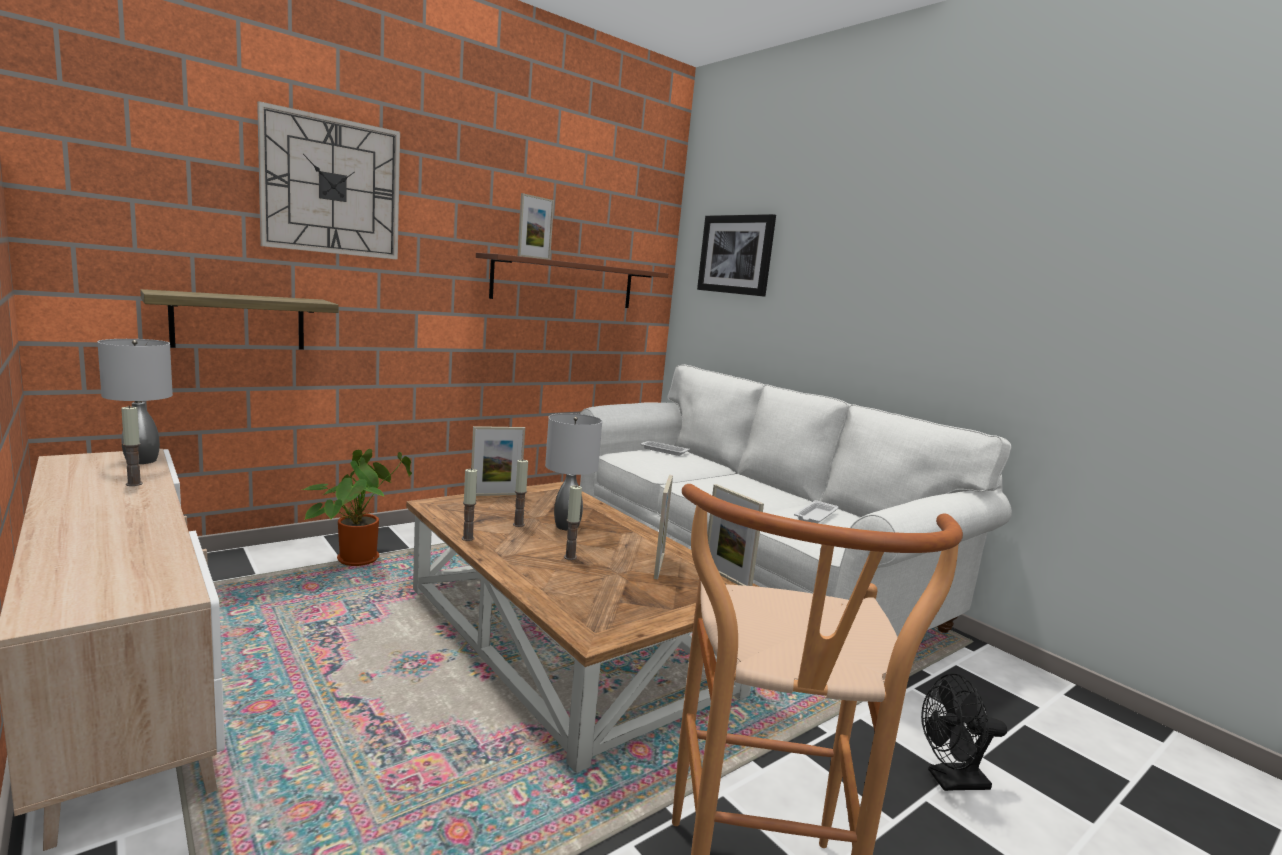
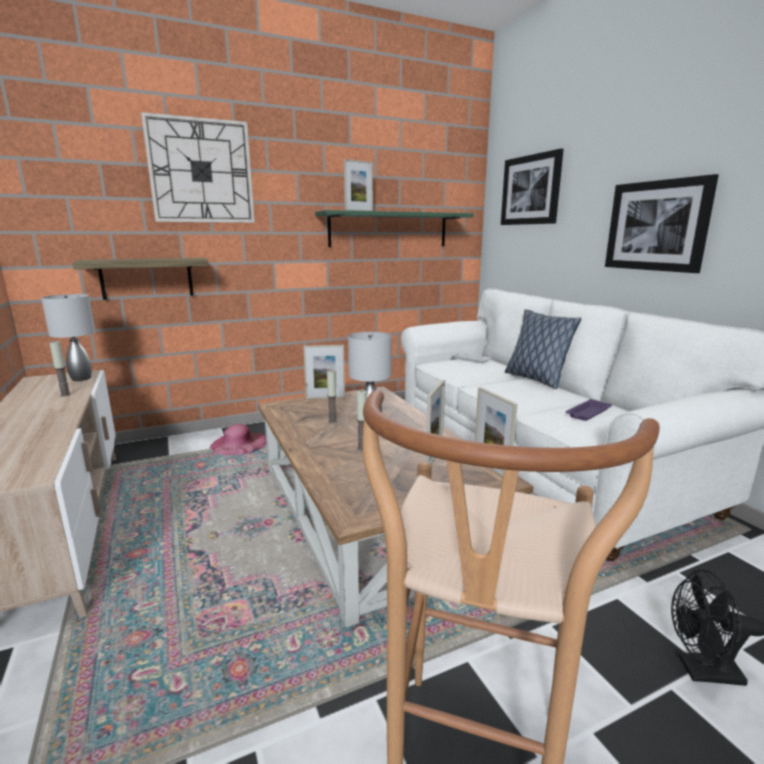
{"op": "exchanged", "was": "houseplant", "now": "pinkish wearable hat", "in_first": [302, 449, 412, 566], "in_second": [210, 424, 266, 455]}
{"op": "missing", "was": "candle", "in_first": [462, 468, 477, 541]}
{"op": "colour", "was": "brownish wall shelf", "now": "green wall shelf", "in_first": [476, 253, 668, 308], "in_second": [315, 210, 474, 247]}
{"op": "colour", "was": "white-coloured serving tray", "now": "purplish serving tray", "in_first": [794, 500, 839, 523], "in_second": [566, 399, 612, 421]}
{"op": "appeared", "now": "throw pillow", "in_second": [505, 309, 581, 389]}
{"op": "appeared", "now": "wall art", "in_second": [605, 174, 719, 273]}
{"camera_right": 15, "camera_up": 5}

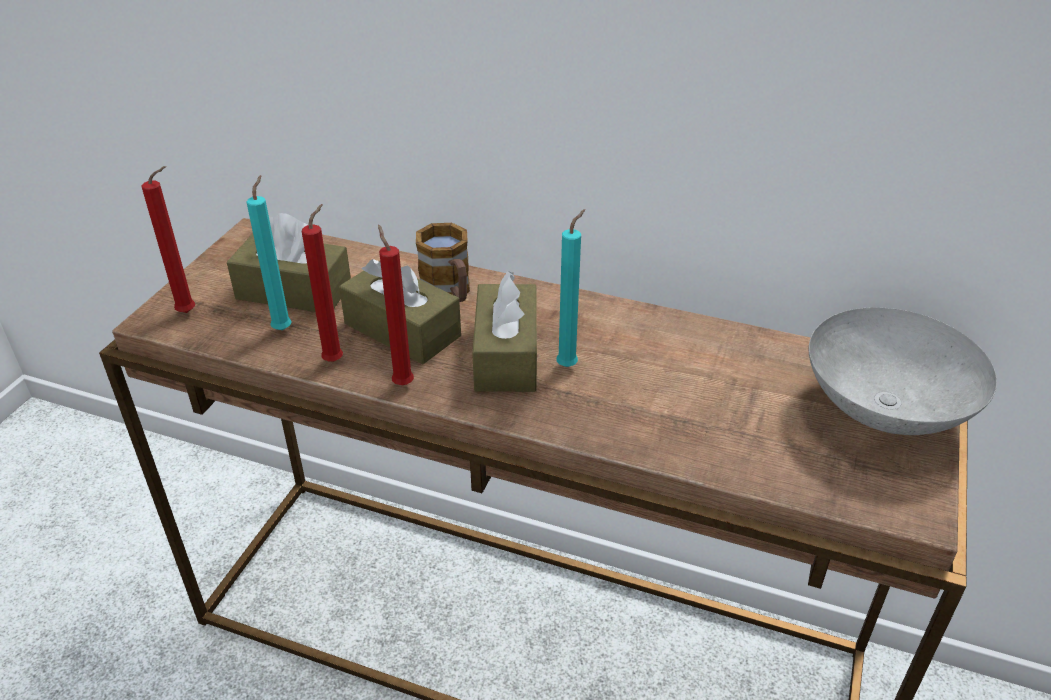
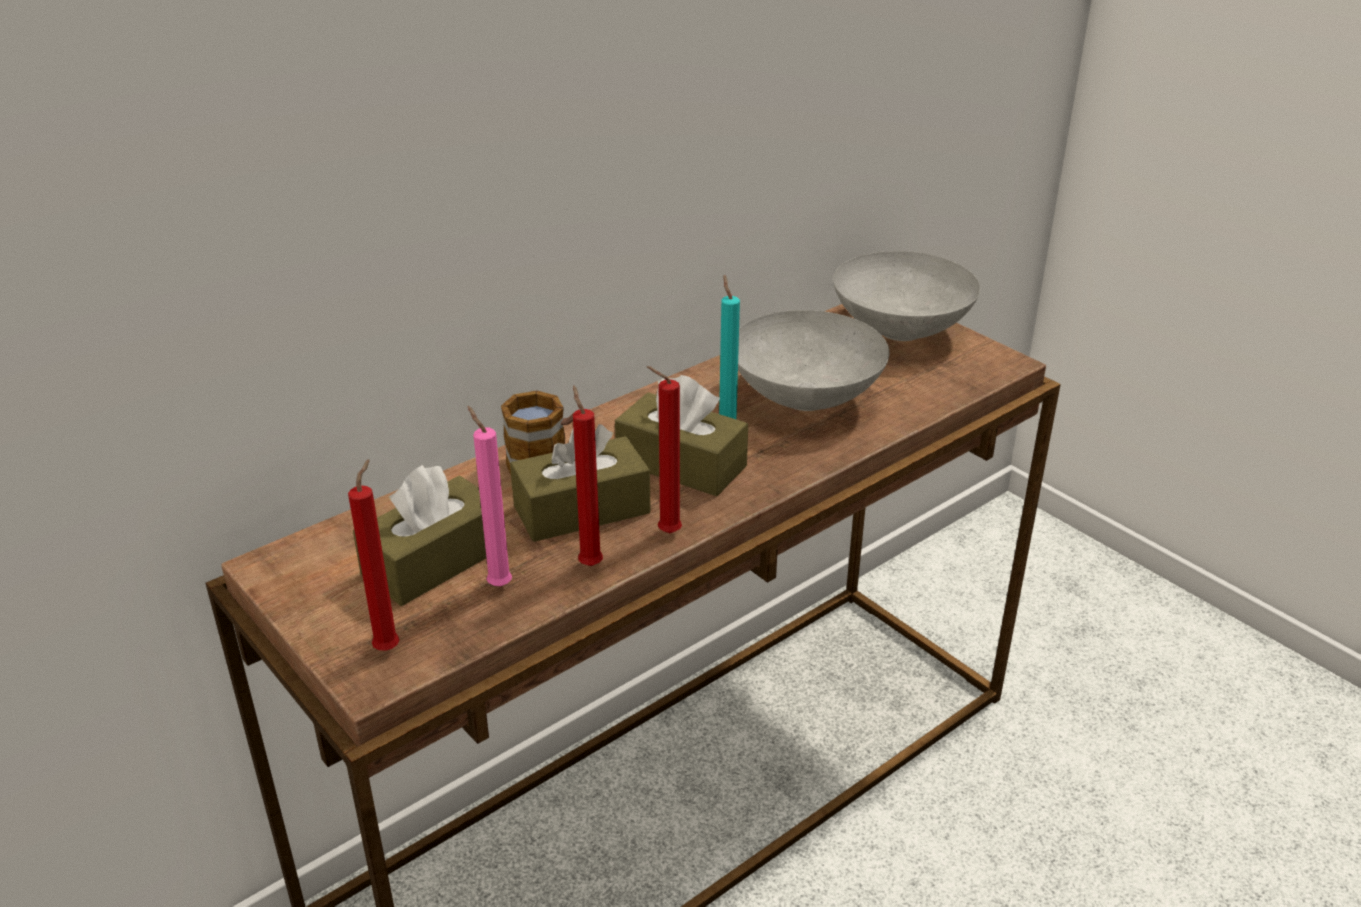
{"op": "colour", "was": "turquoise candle", "now": "pinkish candle", "in_first": [246, 175, 291, 330], "in_second": [468, 406, 512, 586]}
{"op": "appeared", "now": "grey deep dish", "in_second": [738, 310, 890, 411]}
{"camera_right": -60, "camera_up": -5}

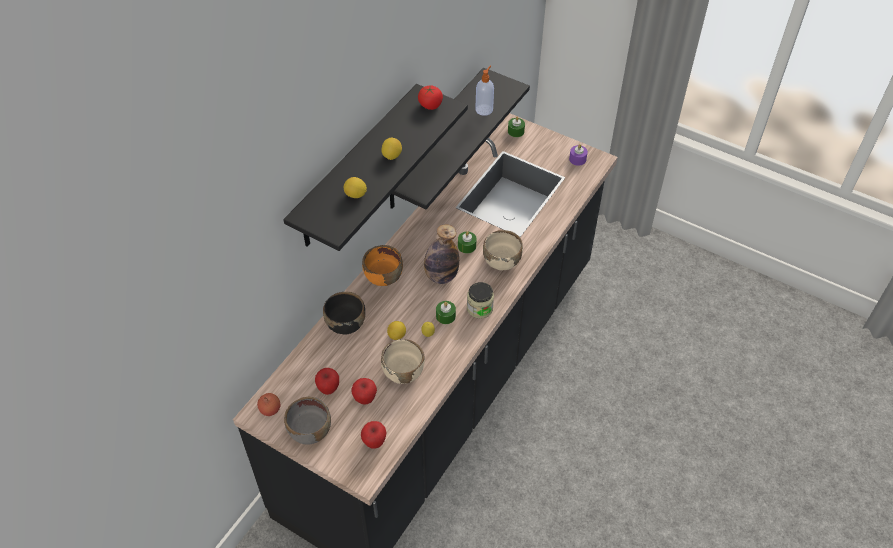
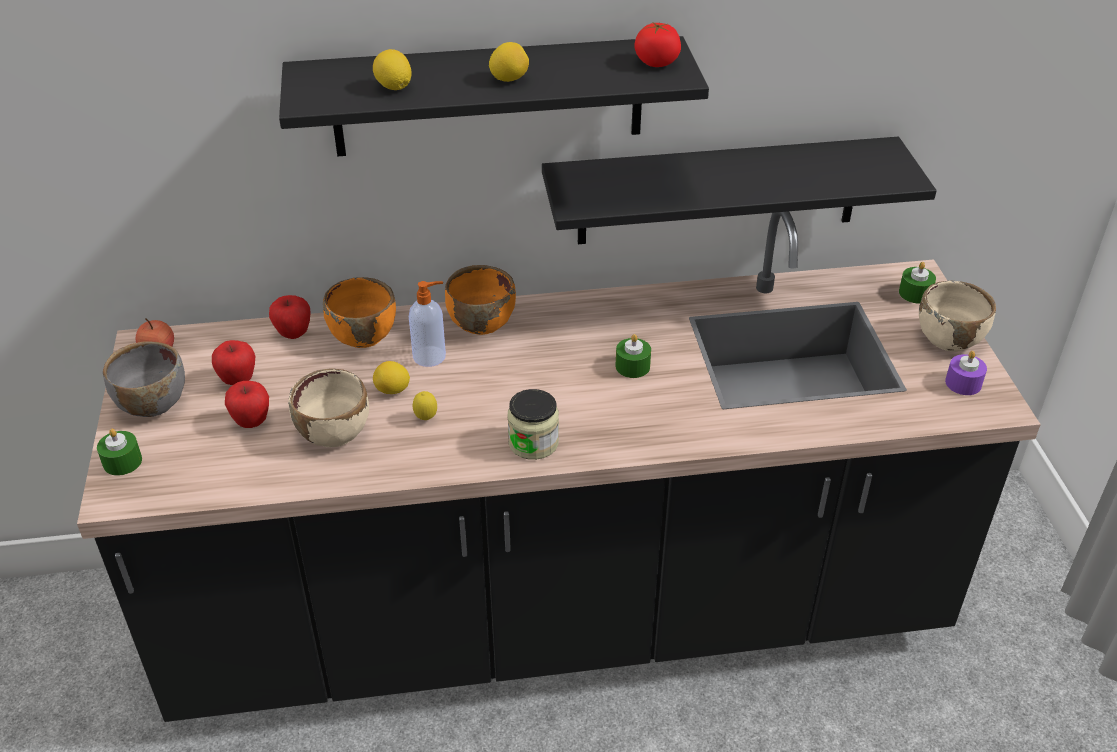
{"op": "colour", "was": "blackish deep dish", "now": "orange deep dish", "in_first": [323, 292, 365, 335], "in_second": [323, 277, 396, 348]}
{"op": "relocated", "was": "whole apple", "in_first": [361, 421, 387, 449], "in_second": [269, 295, 311, 339]}
{"op": "missing", "was": "drink bottle", "in_first": [424, 224, 459, 284]}
{"op": "relocated", "was": "green candle", "in_first": [436, 301, 456, 324], "in_second": [97, 429, 142, 476]}
{"op": "relocated", "was": "liquid soap bottle", "in_first": [475, 66, 494, 116], "in_second": [409, 281, 446, 367]}
{"op": "relocated", "was": "beige deep dish", "in_first": [483, 230, 523, 271], "in_second": [919, 281, 996, 352]}
{"camera_right": 50, "camera_up": -10}

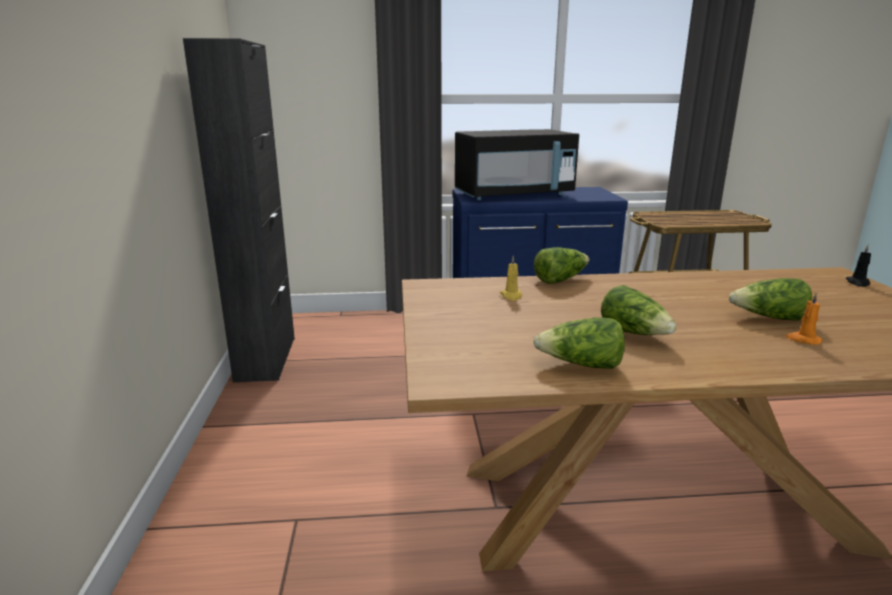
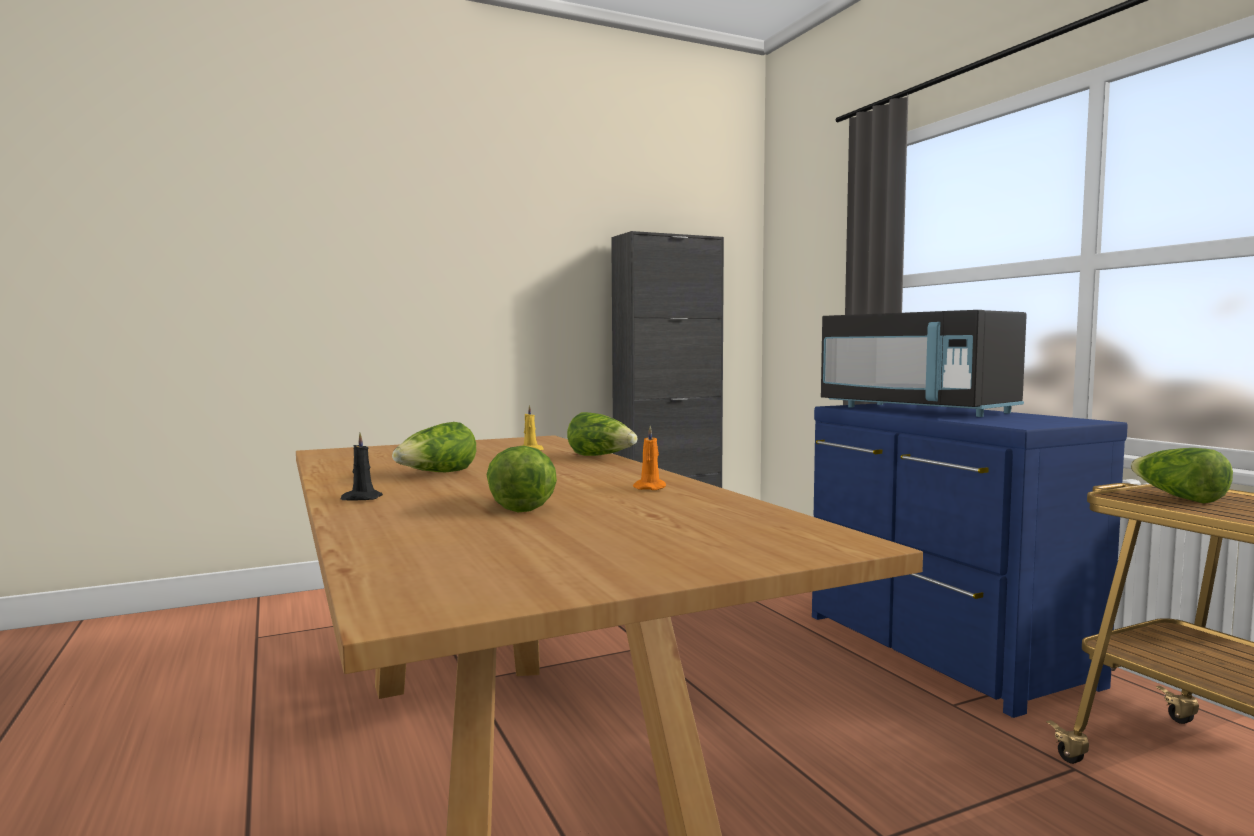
{"op": "relocated", "was": "lettuce", "in_first": [533, 317, 625, 369], "in_second": [1130, 448, 1233, 503]}
{"op": "relocated", "was": "orange candle", "in_first": [786, 293, 822, 345], "in_second": [633, 426, 666, 490]}
{"op": "relocated", "was": "blackish candle", "in_first": [846, 245, 871, 287], "in_second": [341, 433, 383, 501]}
{"camera_right": 70, "camera_up": -15}

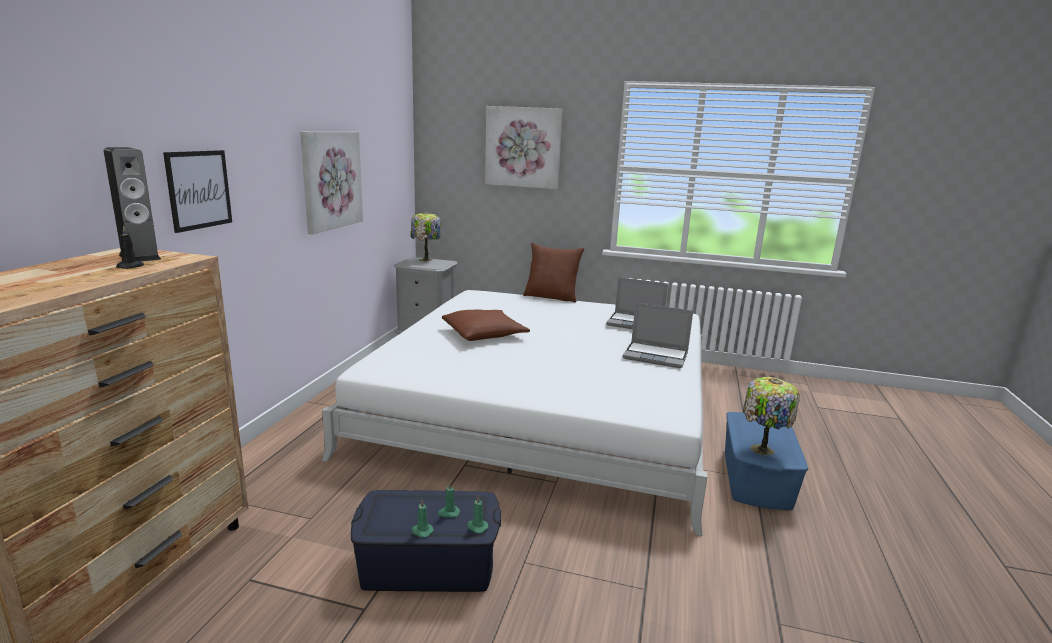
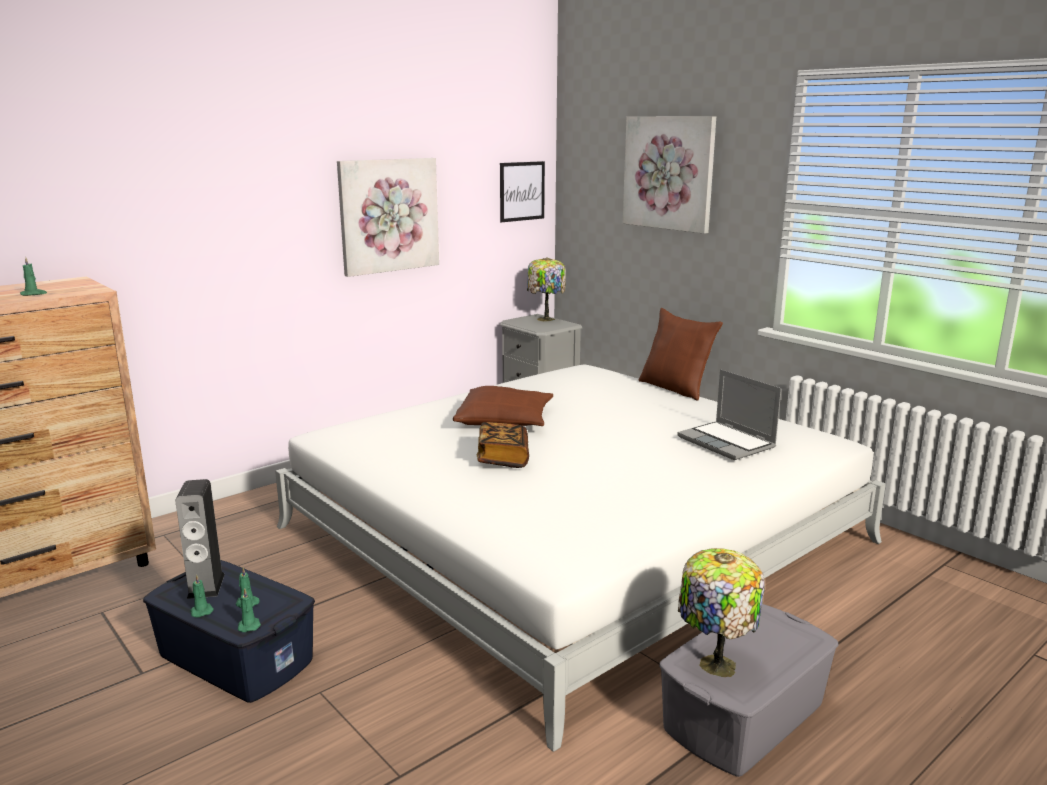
{"op": "relocated", "was": "audio speaker", "in_first": [104, 147, 161, 262], "in_second": [175, 479, 225, 599]}
{"op": "colour", "was": "blackish candle", "now": "green candle", "in_first": [116, 225, 144, 269], "in_second": [20, 257, 47, 296]}
{"op": "relocated", "was": "wall art", "in_first": [163, 150, 232, 233], "in_second": [500, 161, 545, 222]}
{"op": "missing", "was": "notebook computer", "in_first": [623, 303, 693, 368]}
{"op": "colour", "was": "blue storage box", "now": "grey storage box", "in_first": [725, 412, 808, 510], "in_second": [659, 604, 838, 777]}
{"op": "appeared", "now": "bound book", "in_second": [477, 422, 529, 468]}
{"camera_right": 35, "camera_up": 0}

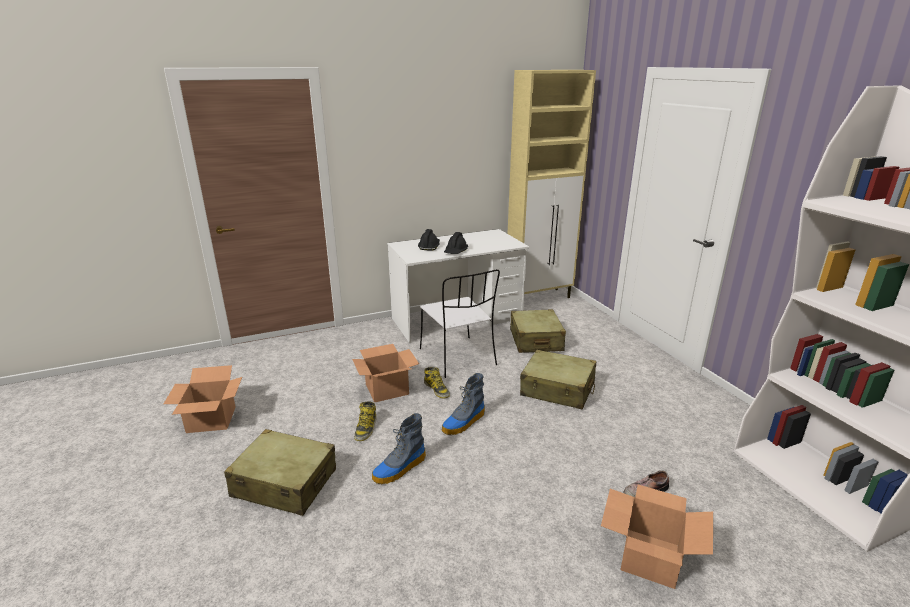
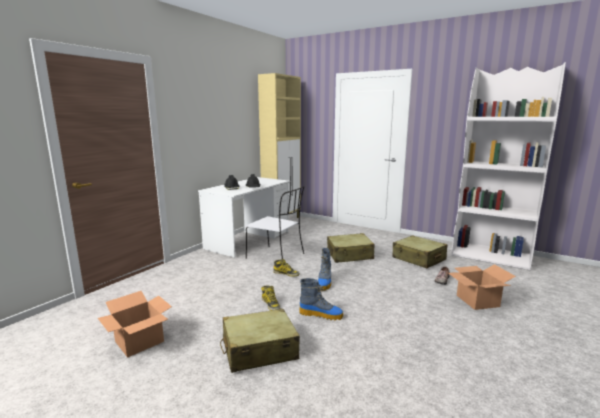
{"op": "missing", "was": "packing box", "in_first": [352, 344, 419, 402]}
{"op": "spun", "was": "high-top boot", "in_first": [372, 413, 426, 484], "in_second": [299, 278, 343, 320], "clockwise": -90}
{"op": "relocated", "was": "beige piece of luggage", "in_first": [510, 309, 566, 353], "in_second": [392, 235, 447, 268]}
{"camera_right": -35, "camera_up": -10}

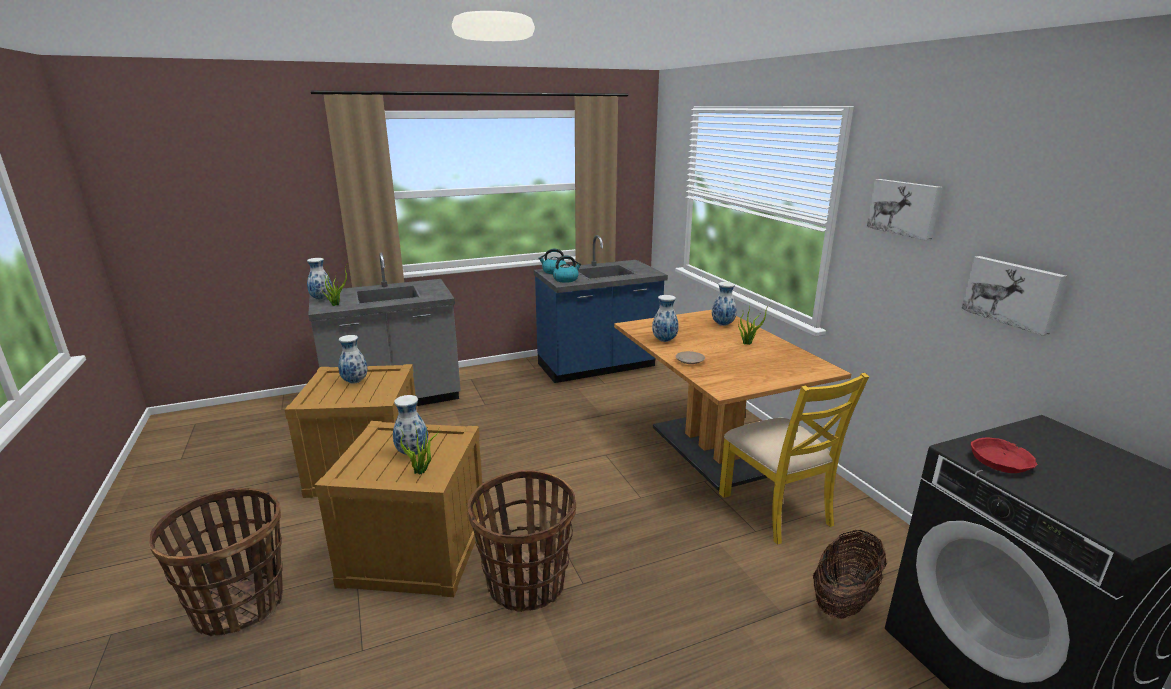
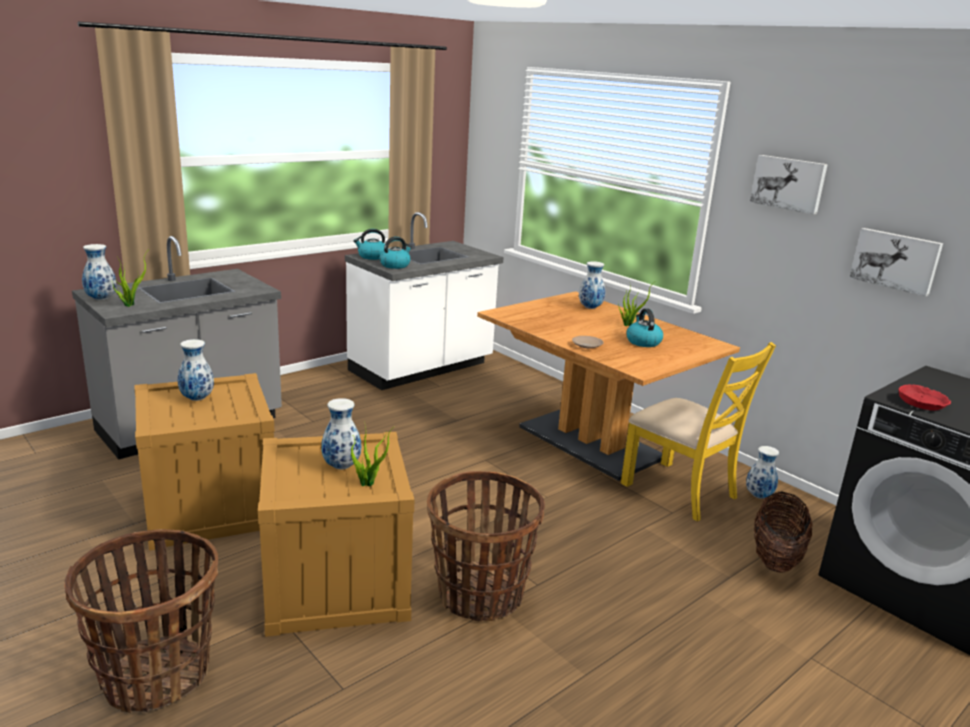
{"op": "colour", "was": "blue kitchen counter", "now": "white-coloured kitchen counter", "in_first": [534, 235, 668, 383], "in_second": [345, 212, 504, 390]}
{"op": "relocated", "was": "vase", "in_first": [652, 295, 679, 342], "in_second": [746, 446, 779, 499]}
{"op": "appeared", "now": "kettle", "in_second": [626, 308, 663, 347]}
{"camera_right": -20, "camera_up": 0}

